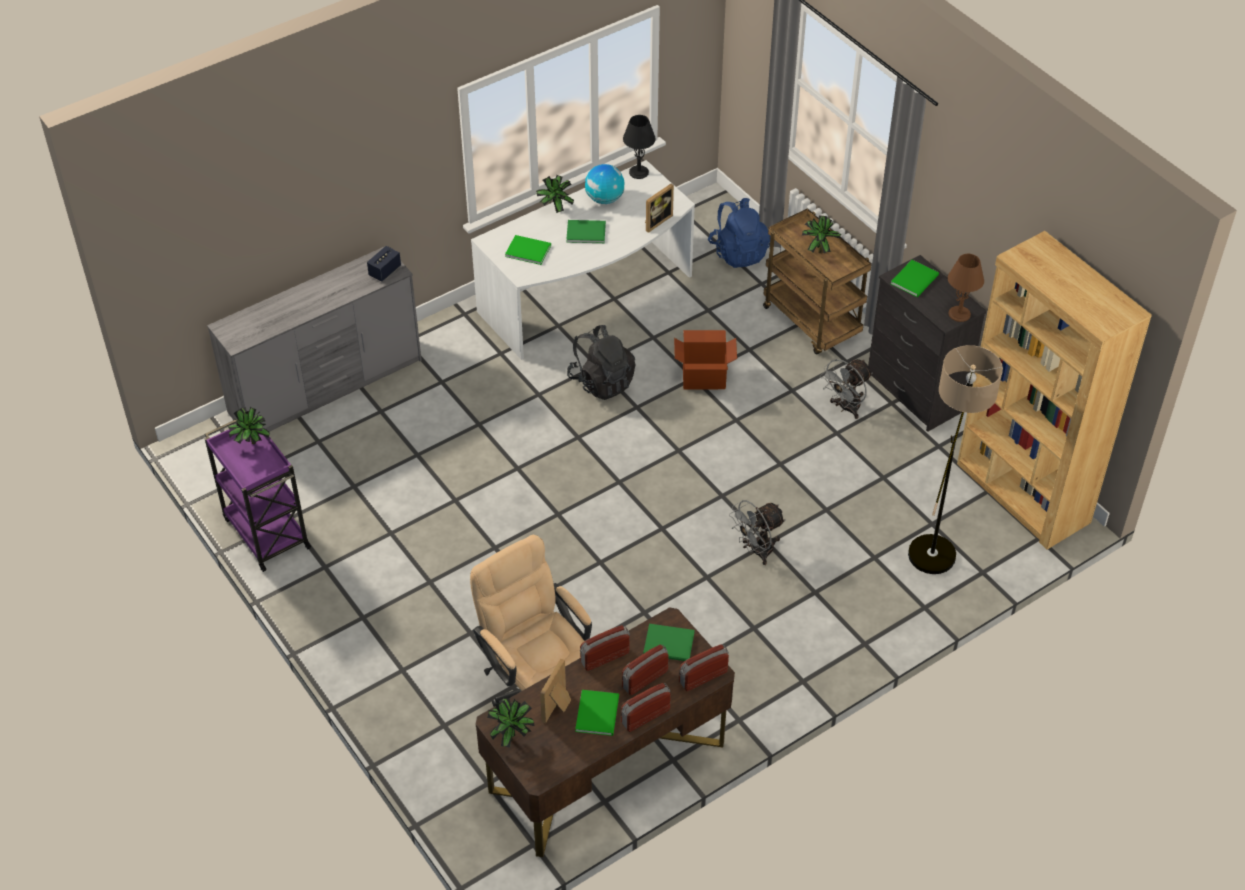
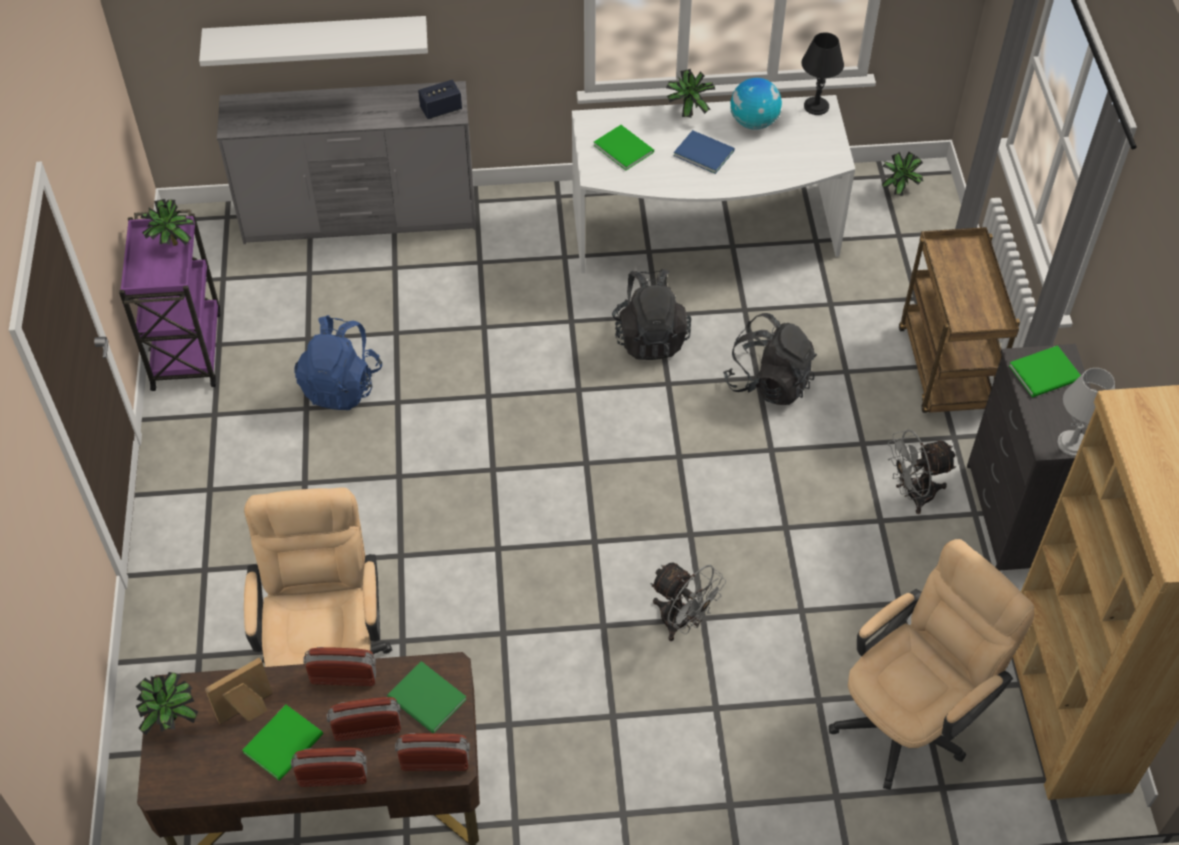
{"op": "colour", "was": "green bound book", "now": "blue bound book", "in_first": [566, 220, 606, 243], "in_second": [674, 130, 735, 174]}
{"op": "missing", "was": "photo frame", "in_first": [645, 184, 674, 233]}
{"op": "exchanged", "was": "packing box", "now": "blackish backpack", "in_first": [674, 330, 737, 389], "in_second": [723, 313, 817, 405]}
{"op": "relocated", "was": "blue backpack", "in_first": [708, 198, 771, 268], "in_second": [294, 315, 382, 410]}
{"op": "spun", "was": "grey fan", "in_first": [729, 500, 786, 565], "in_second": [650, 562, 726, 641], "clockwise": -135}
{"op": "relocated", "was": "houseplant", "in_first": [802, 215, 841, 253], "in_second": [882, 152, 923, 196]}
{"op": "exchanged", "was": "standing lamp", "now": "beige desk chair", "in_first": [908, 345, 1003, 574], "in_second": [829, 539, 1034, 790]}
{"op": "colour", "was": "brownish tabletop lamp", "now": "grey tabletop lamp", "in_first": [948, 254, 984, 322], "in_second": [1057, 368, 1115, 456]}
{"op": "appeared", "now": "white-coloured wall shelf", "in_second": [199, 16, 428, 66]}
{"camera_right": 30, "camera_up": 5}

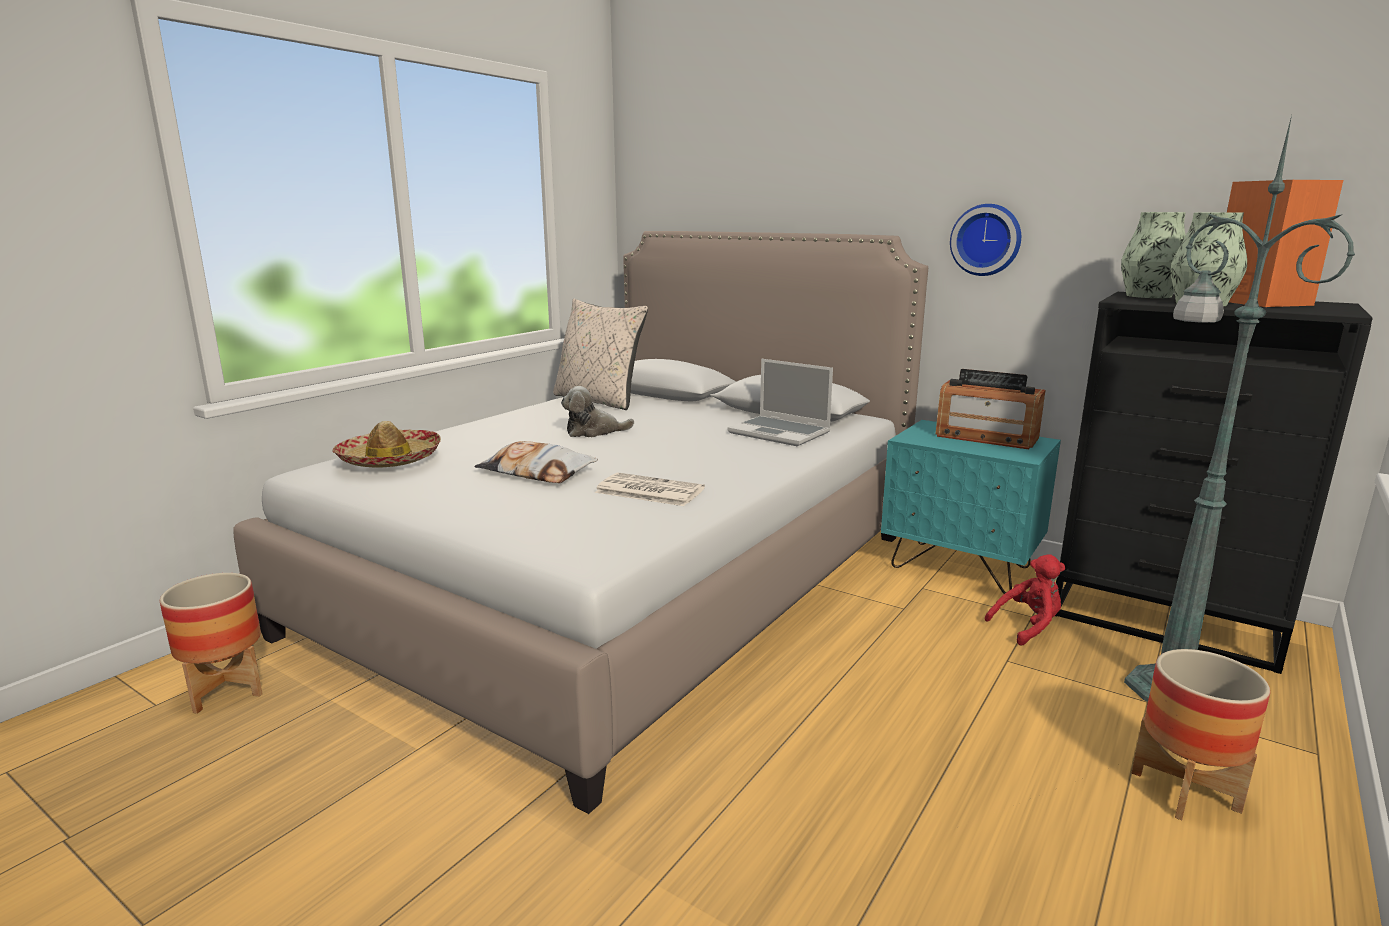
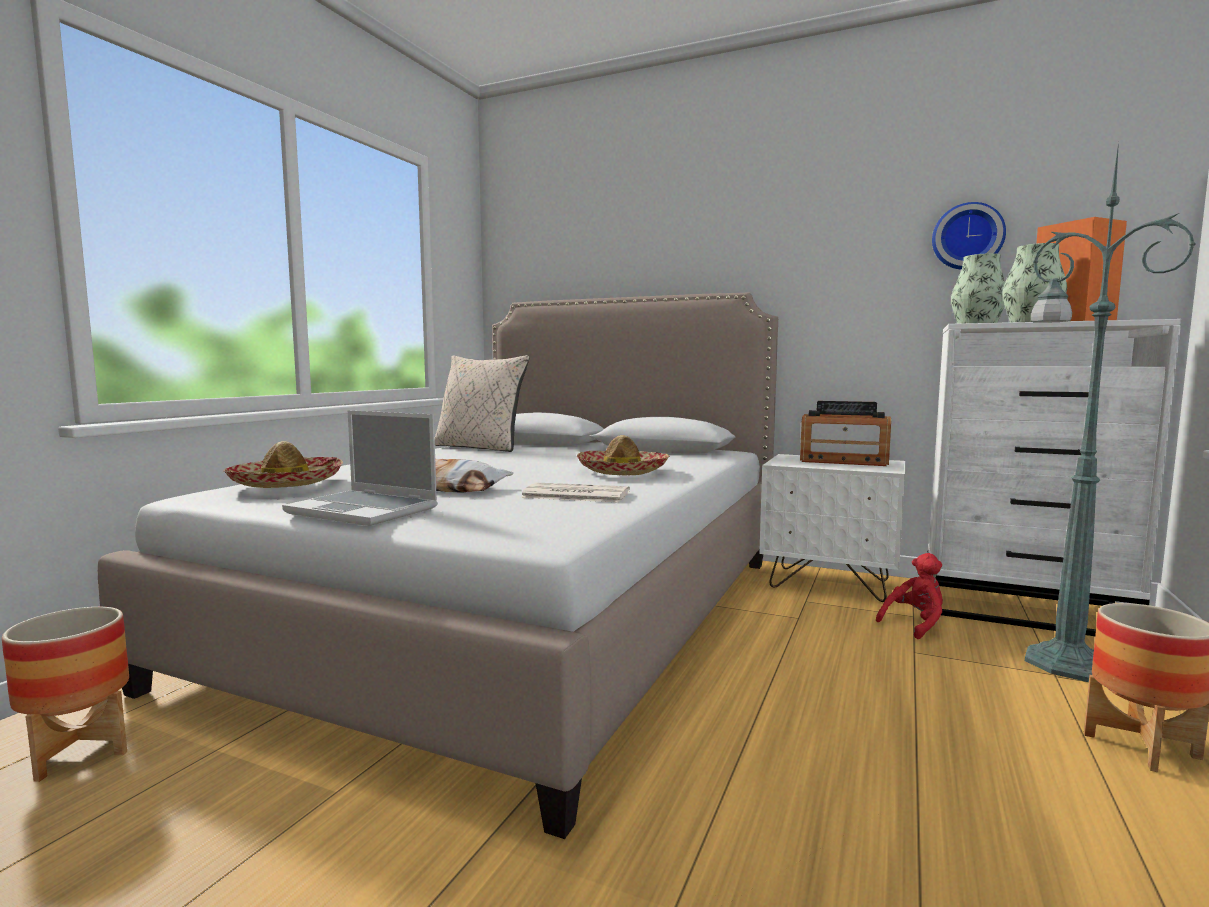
{"op": "missing", "was": "soft toy", "in_first": [561, 386, 634, 437]}
{"op": "relocated", "was": "notebook computer", "in_first": [728, 359, 833, 446], "in_second": [282, 410, 438, 526]}
{"op": "colour", "was": "turquoise bedside table", "now": "white-coloured bedside table", "in_first": [881, 420, 1061, 594], "in_second": [759, 454, 905, 602]}
{"op": "relocated", "was": "clock on the wall", "in_first": [950, 204, 1021, 276], "in_second": [932, 202, 1006, 270]}
{"op": "colour", "was": "blackish dresser", "now": "white-coloured dresser", "in_first": [1055, 292, 1373, 674], "in_second": [928, 319, 1181, 636]}
{"op": "appeared", "now": "wearable hat", "in_second": [577, 435, 670, 476]}
{"camera_right": -10, "camera_up": -10}

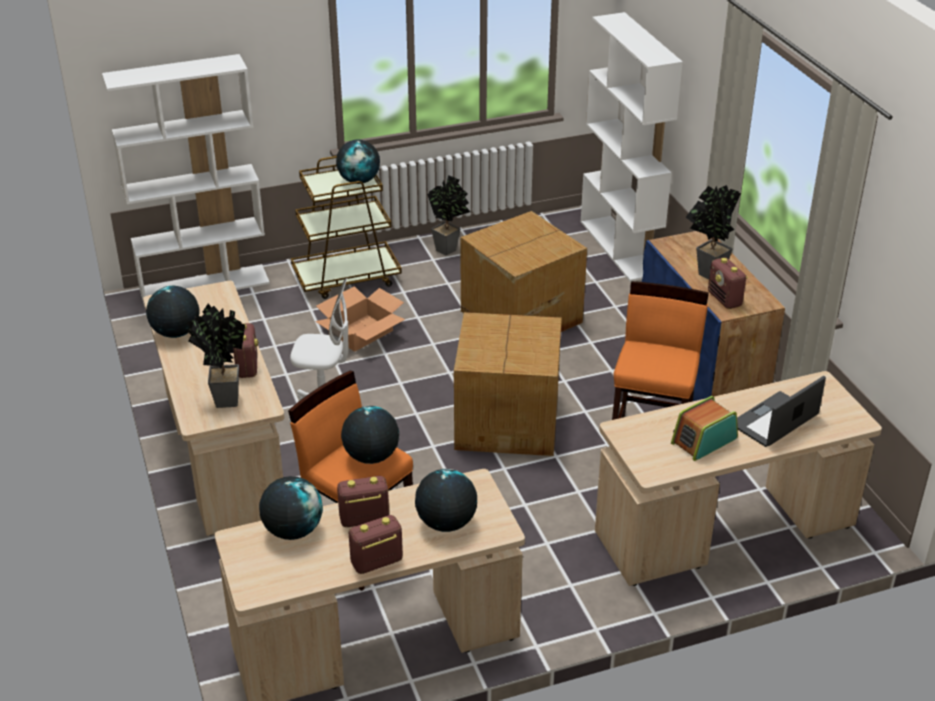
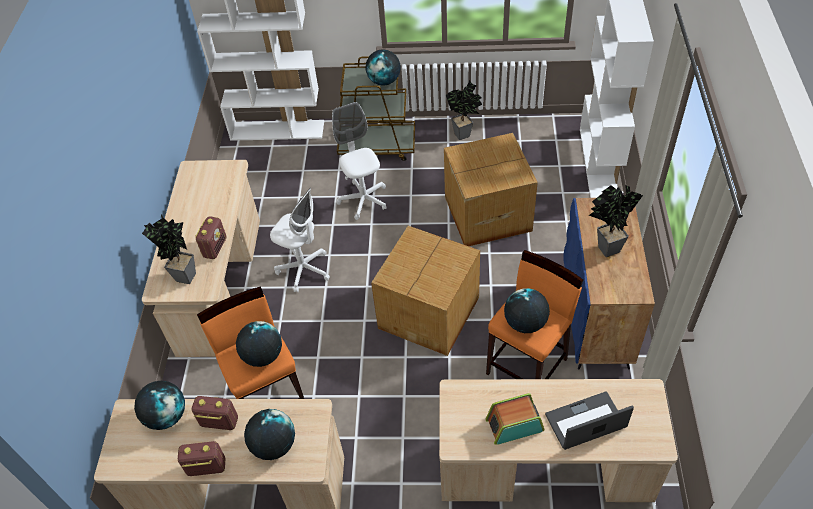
{"op": "relocated", "was": "world globe", "in_first": [146, 286, 200, 338], "in_second": [504, 288, 550, 333]}
{"op": "exchanged", "was": "packing box", "now": "white-coloured desk chair", "in_first": [315, 286, 405, 351], "in_second": [332, 102, 387, 220]}
{"op": "missing", "was": "radio", "in_first": [708, 257, 748, 309]}
{"camera_right": 25, "camera_up": 15}

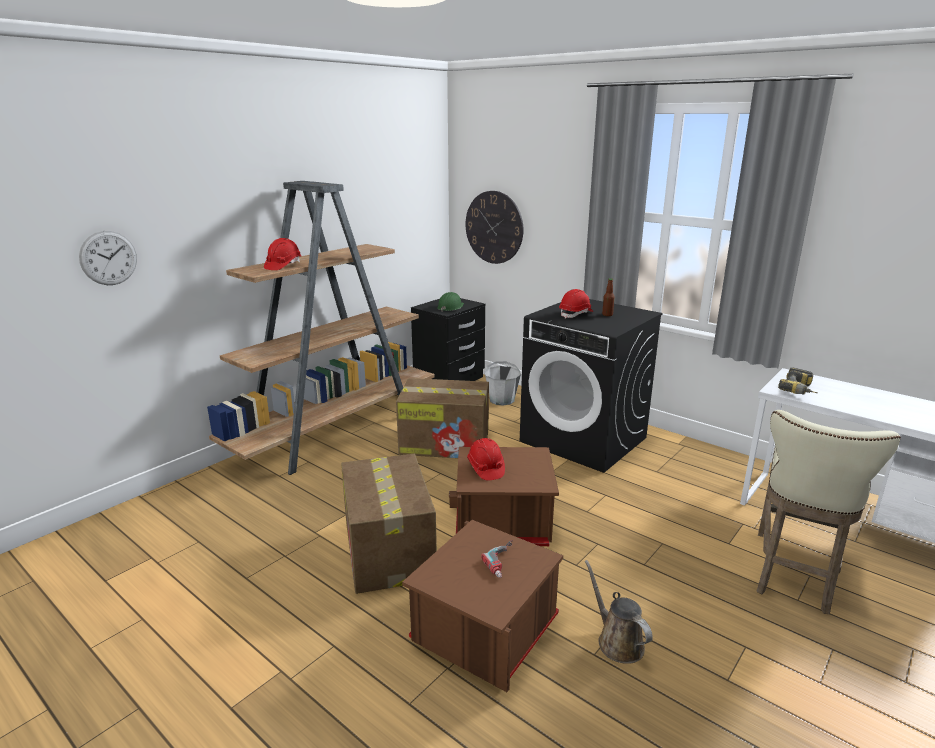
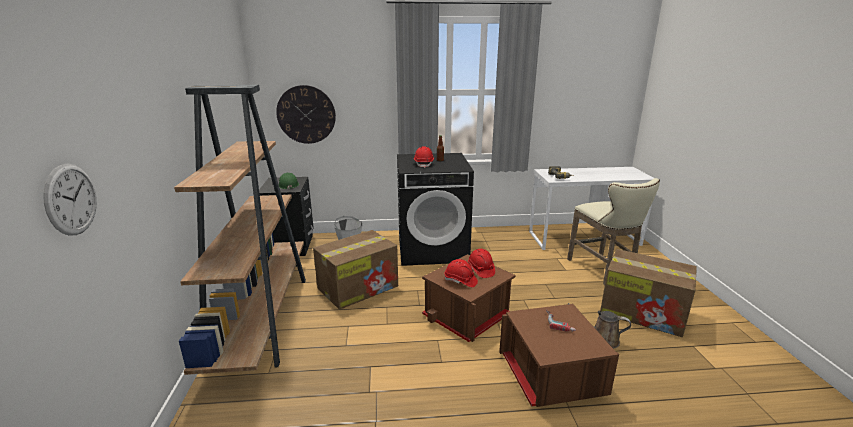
{"op": "relocated", "was": "red-coloured work helmet", "in_first": [264, 238, 301, 270], "in_second": [468, 249, 495, 278]}
{"op": "relocated", "was": "packing box", "in_first": [341, 454, 437, 594], "in_second": [600, 249, 697, 337]}
{"camera_right": -45, "camera_up": 0}

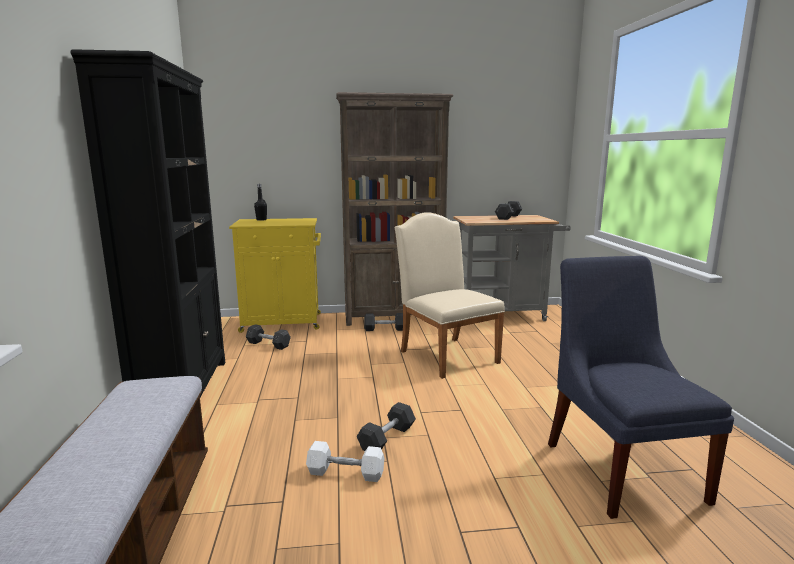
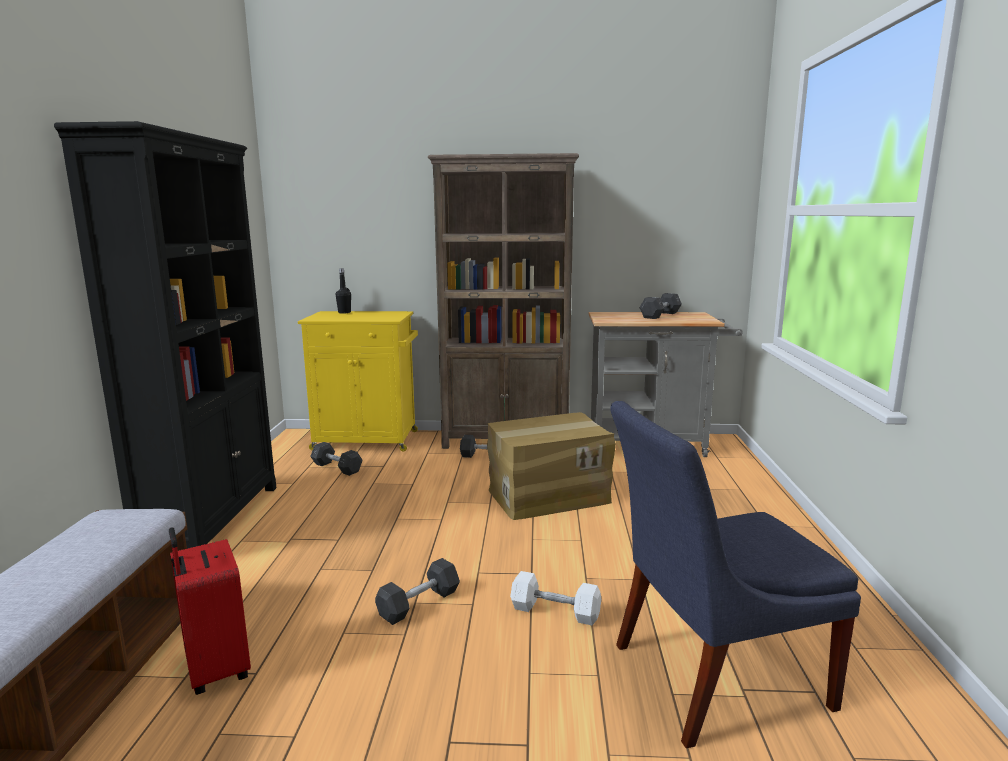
{"op": "relocated", "was": "white-coloured free weight", "in_first": [306, 441, 384, 482], "in_second": [510, 571, 601, 625]}
{"op": "exchanged", "was": "beige chair", "now": "packing box", "in_first": [395, 212, 505, 379], "in_second": [487, 412, 616, 520]}
{"op": "spun", "was": "blue chair", "in_first": [548, 256, 734, 519], "in_second": [610, 401, 861, 748], "clockwise": -105}
{"op": "appeared", "now": "red-coloured piece of luggage", "in_second": [169, 527, 251, 695]}
{"camera_right": 10, "camera_up": 0}

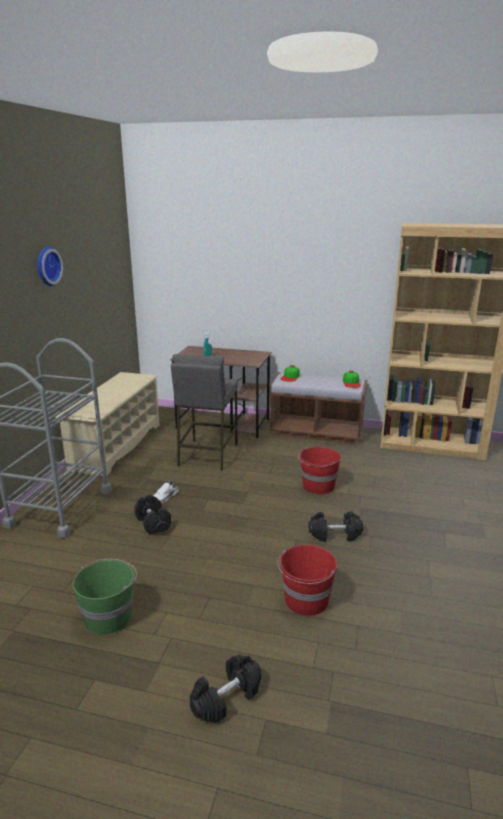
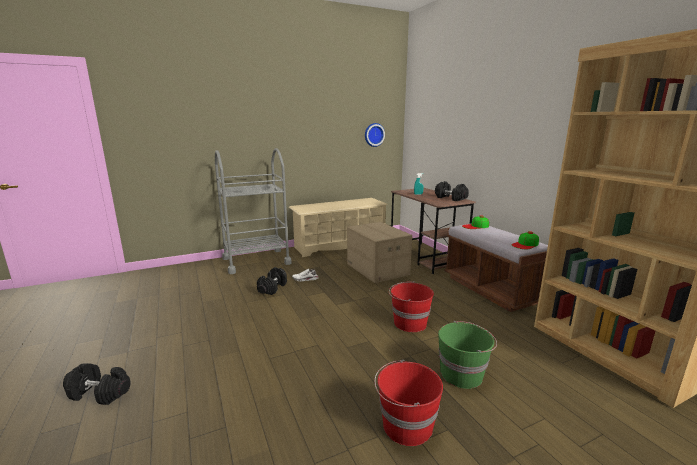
{"op": "relocated", "was": "clock on the wall", "in_first": [37, 247, 63, 286], "in_second": [365, 123, 385, 147]}
{"op": "relocated", "was": "green water bucket", "in_first": [73, 559, 137, 635], "in_second": [438, 321, 497, 389]}
{"op": "exchanged", "was": "grey stool", "now": "packing box", "in_first": [171, 354, 238, 471], "in_second": [347, 222, 412, 283]}
{"op": "relocated", "was": "red-coloured water bucket", "in_first": [278, 545, 337, 616], "in_second": [374, 360, 443, 446]}
{"op": "relocated", "was": "blackish free weight", "in_first": [308, 512, 363, 542], "in_second": [435, 181, 469, 201]}
{"camera_right": 50, "camera_up": -5}

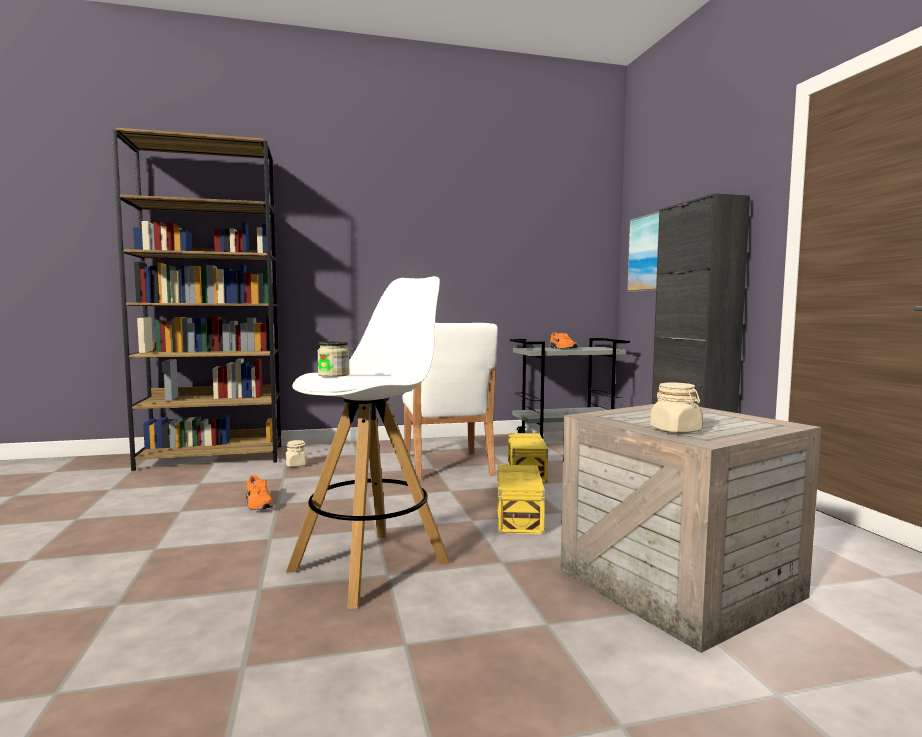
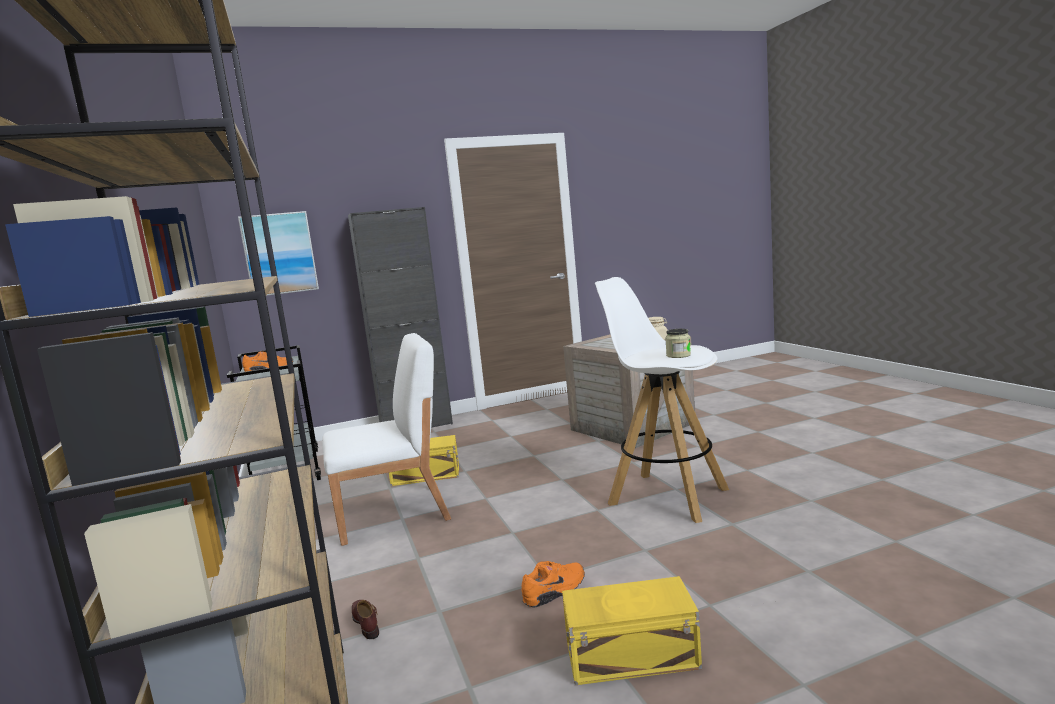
{"op": "exchanged", "was": "beige preserve jar", "now": "brownish shoe", "in_first": [286, 440, 308, 467], "in_second": [352, 600, 379, 639]}
{"op": "relocated", "was": "yellowish storage box", "in_first": [497, 465, 545, 535], "in_second": [562, 576, 702, 685]}
{"camera_right": -95, "camera_up": 5}

